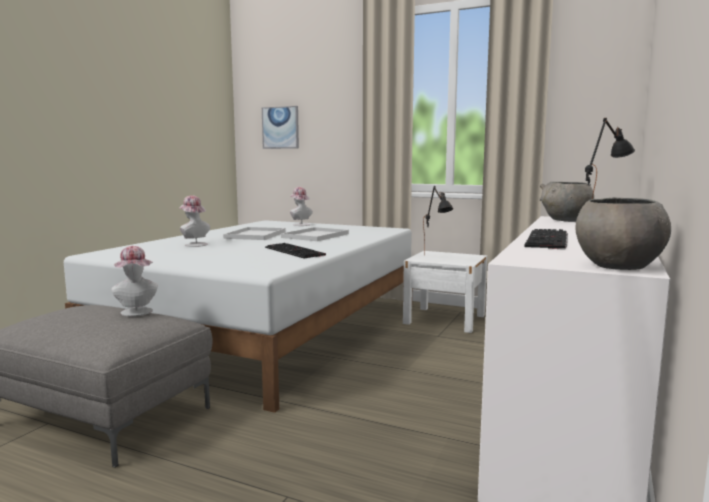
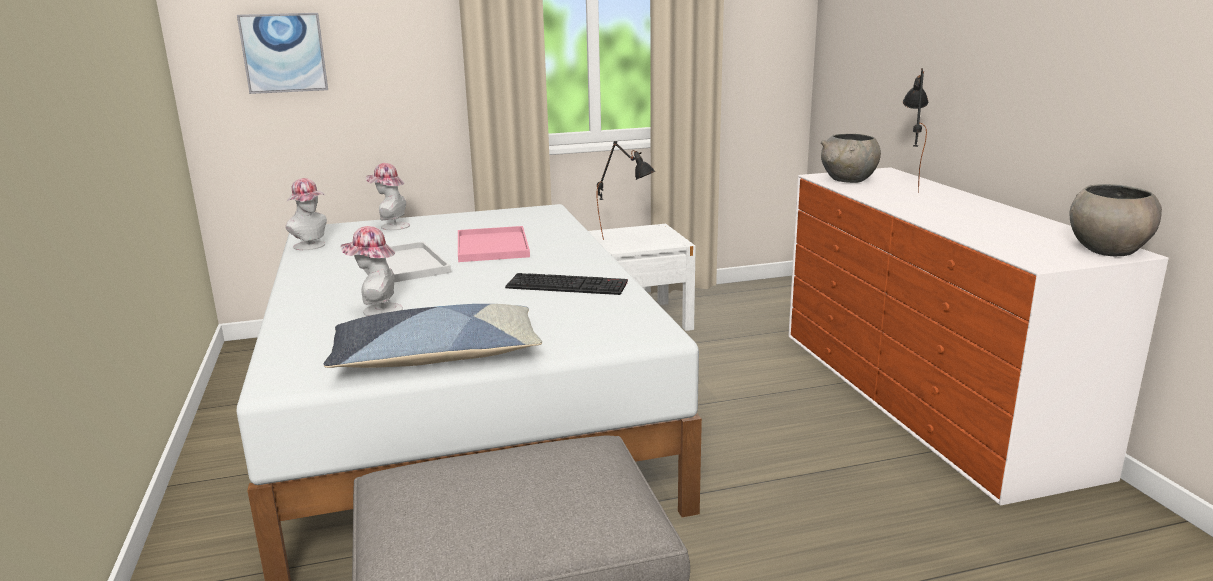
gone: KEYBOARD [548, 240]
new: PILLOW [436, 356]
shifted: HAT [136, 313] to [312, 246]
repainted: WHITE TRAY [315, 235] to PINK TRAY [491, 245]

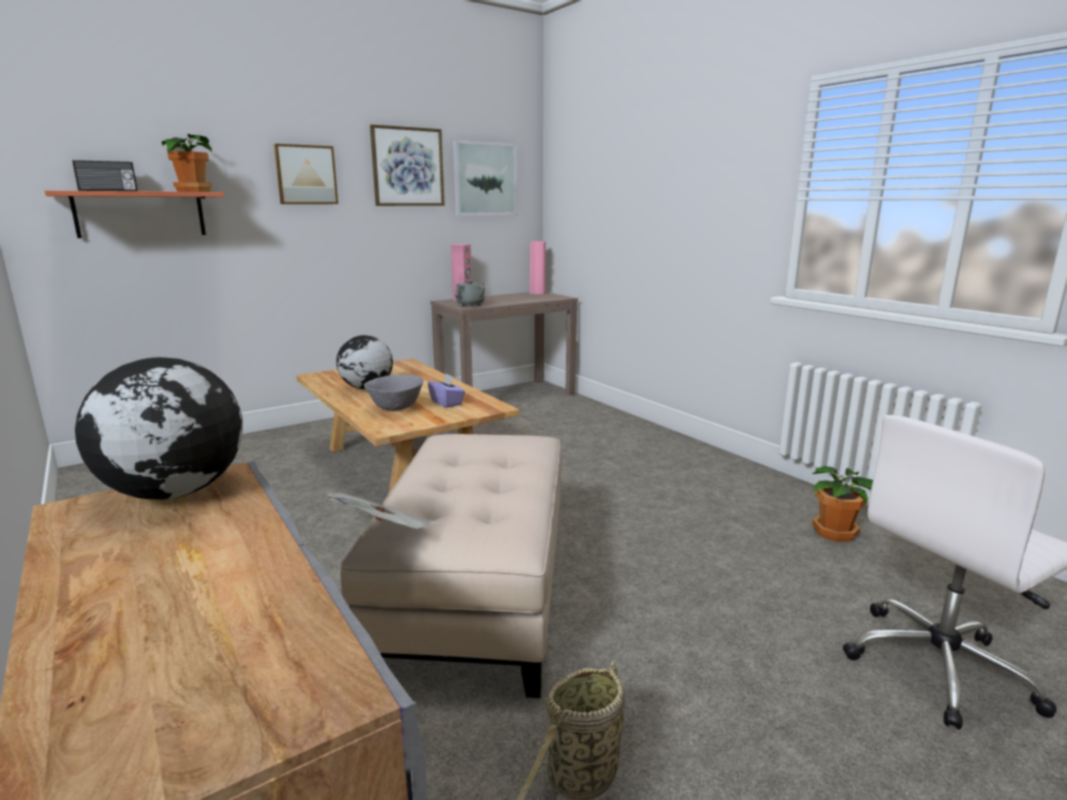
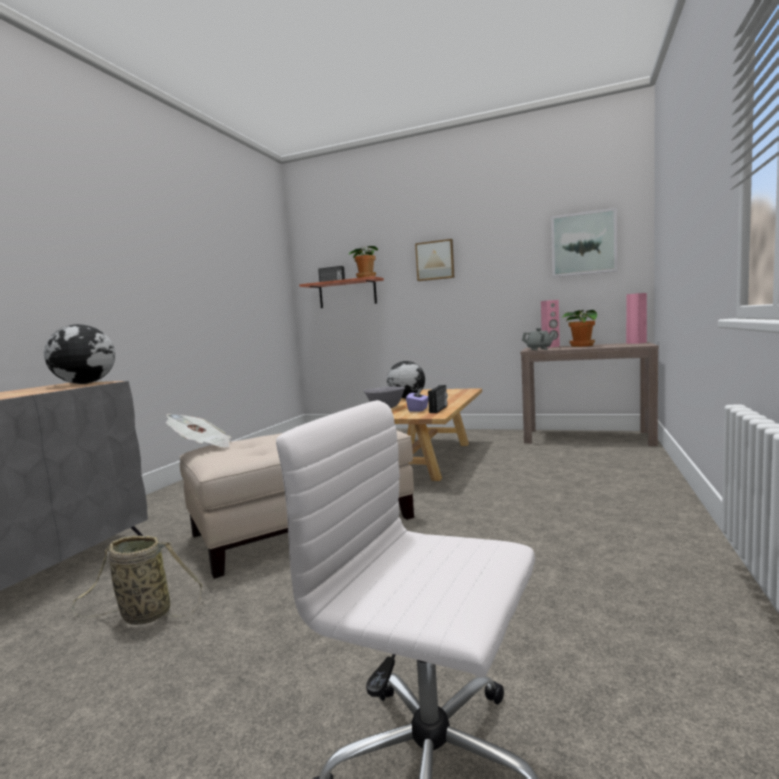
gone: PICTURE [408, 167]
new: RADIO [439, 409]
shifted: POTTED PLANT [836, 533] to [581, 346]

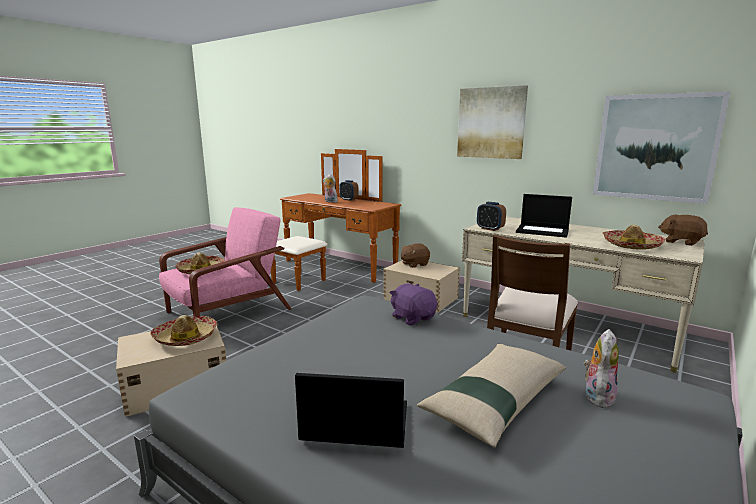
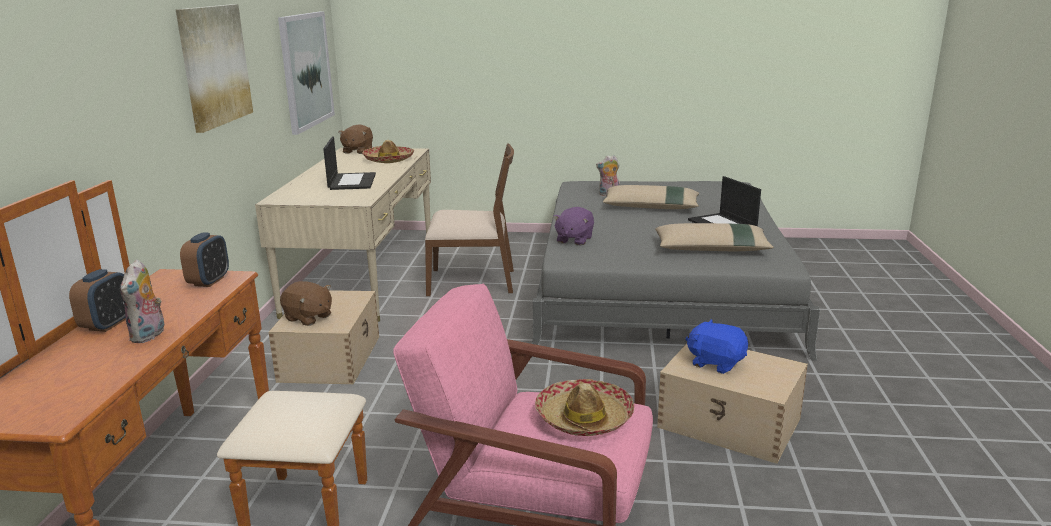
new: BEIGE PILLOW [712, 249]
shifted: ALARM CLOCK [490, 229] to [209, 281]
swapped: HAT [186, 337] to BLUE PLUSH TOY [716, 363]

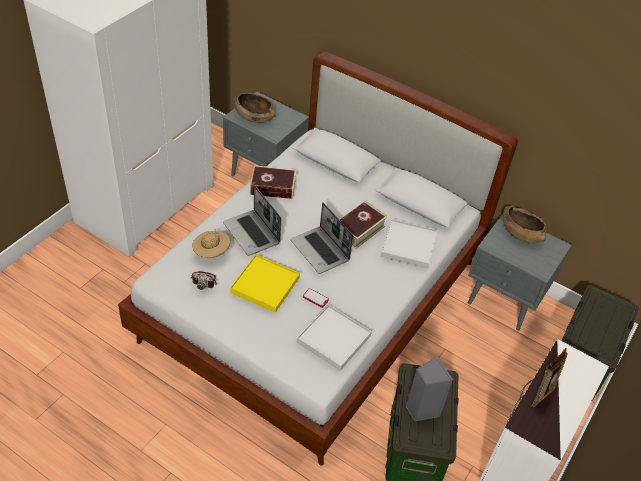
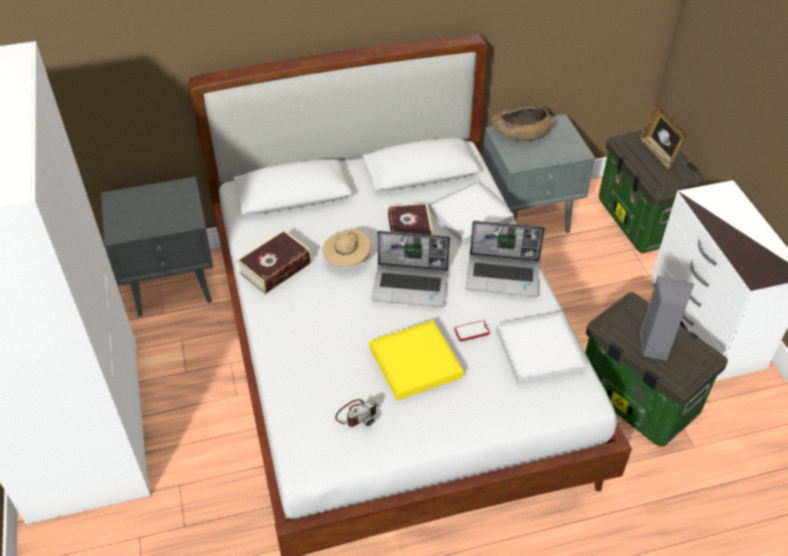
gone: BROWN BOWL [254, 116]
shifted: LAPTOP [252, 234] to [504, 276]; BEIGE HAT [211, 253] to [347, 261]; PICTURE FRAME [544, 389] to [658, 153]

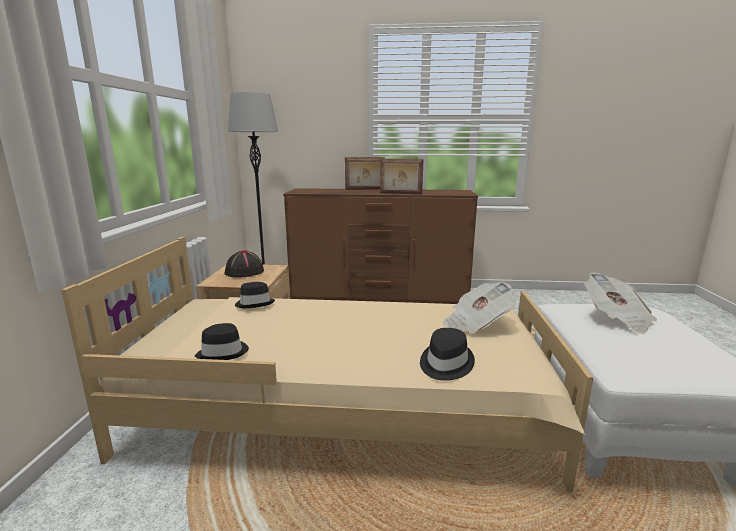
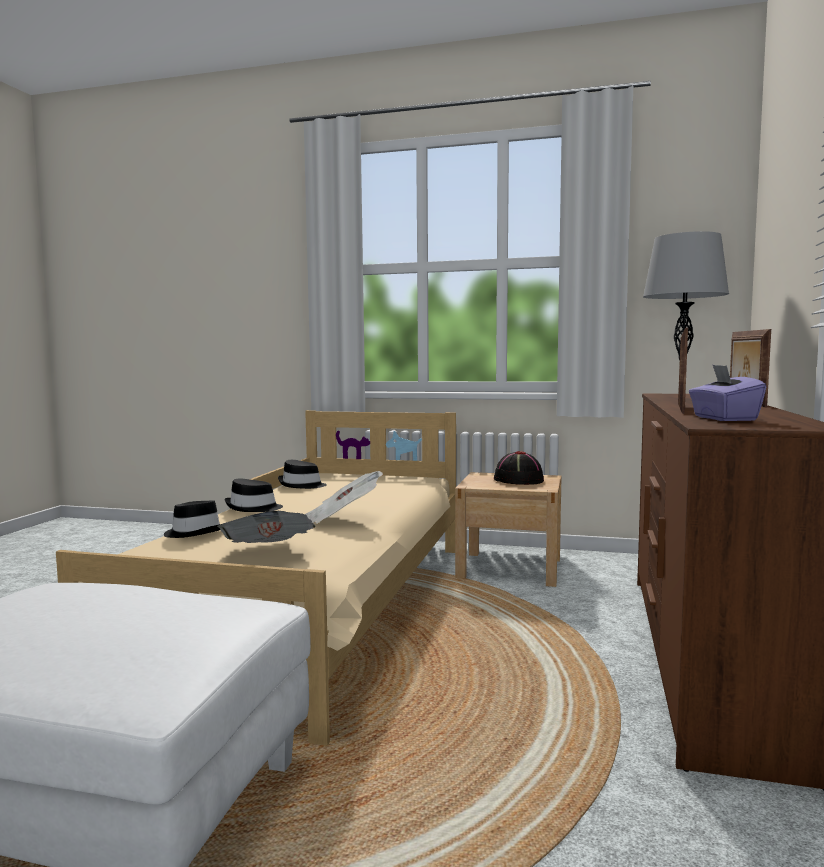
new: PURPLE TISSUE BOX [723, 418]
shifted: NEWSPAPER [617, 319] to [341, 519]; BLACK HAT [255, 303] to [253, 508]

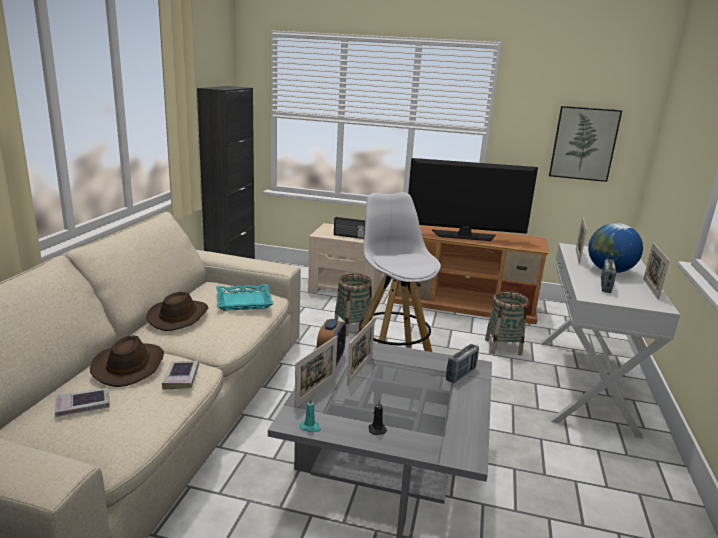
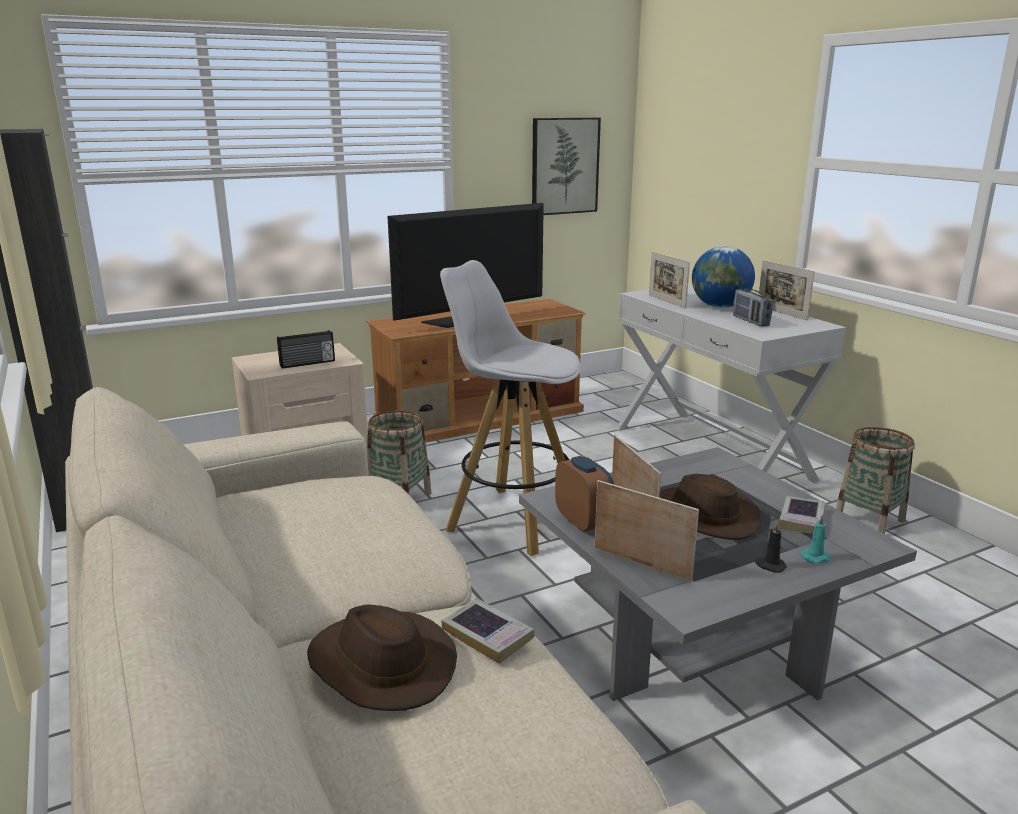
gone: TURQUOISE TRAY [244, 301]; RADIO [461, 374]
shifted: BASKET [503, 347] to [869, 520]; BROWN HAT [179, 316] to [703, 516]; BOOK [83, 406] to [802, 520]; TURQUOISE CANDLE [310, 427] to [816, 558]
rotated: PICTURE FRAME [316, 392] = [641, 563] 45 degrees counterclockwise

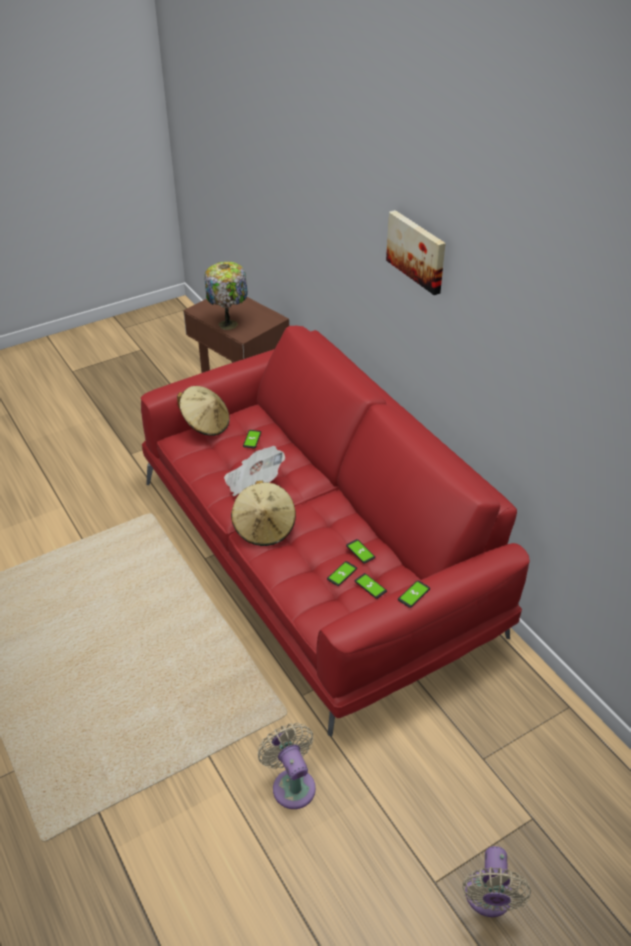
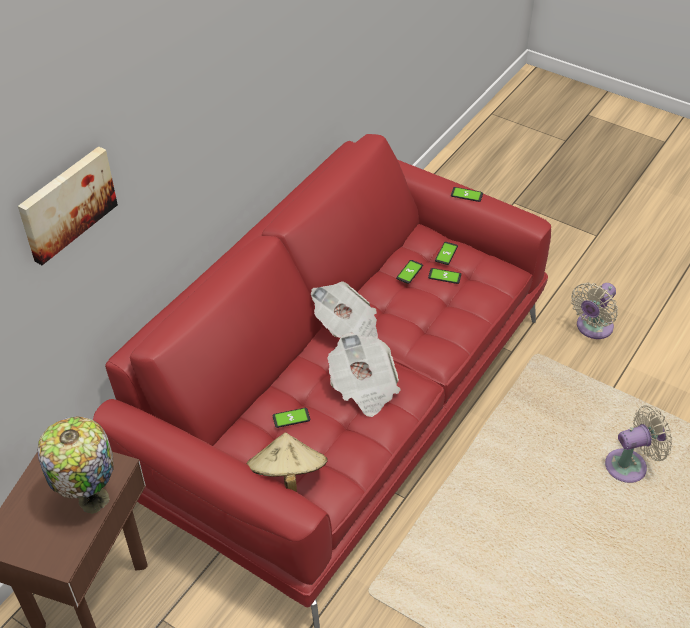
gone: BEIGE HAT [264, 528]
new: NEWSPAPER [346, 326]
shifted: PICTURE [417, 251] to [66, 203]; BEIGE FAN [488, 899] to [630, 465]

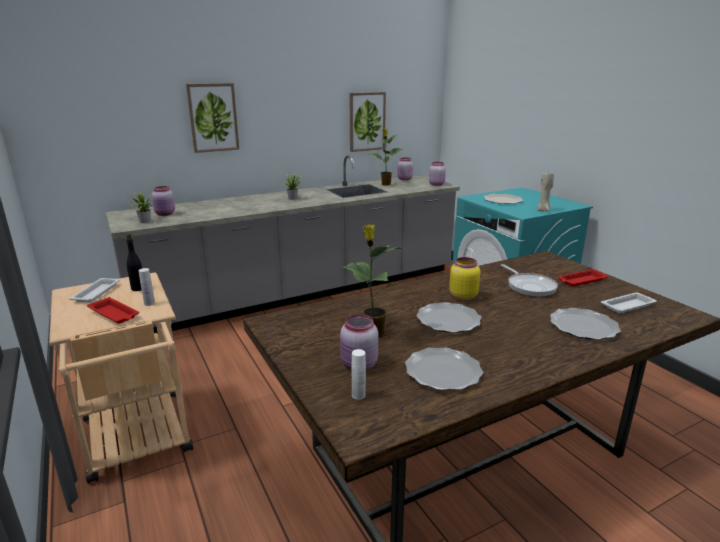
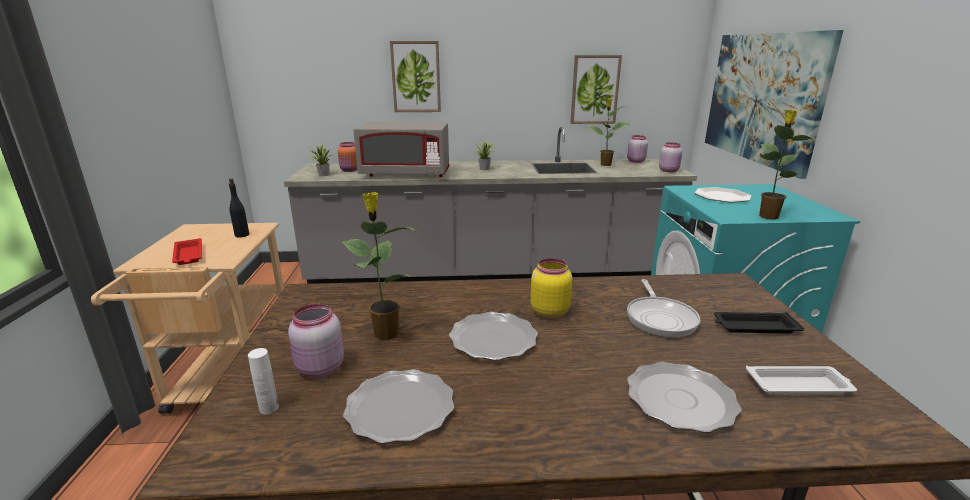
gone: WHITE BOTTLE [149, 303]; WHITE TRAY [97, 292]
new: PICTURE [762, 98]; GREY MICROWAVE [406, 174]
swapped: BEIGE CANDLE [543, 210] to POTTED PLANT [768, 216]
repainted: PINK JAR [165, 214] to ORANGE JAR [350, 170]; RED TRAY [581, 281] to BLACK TRAY [754, 327]

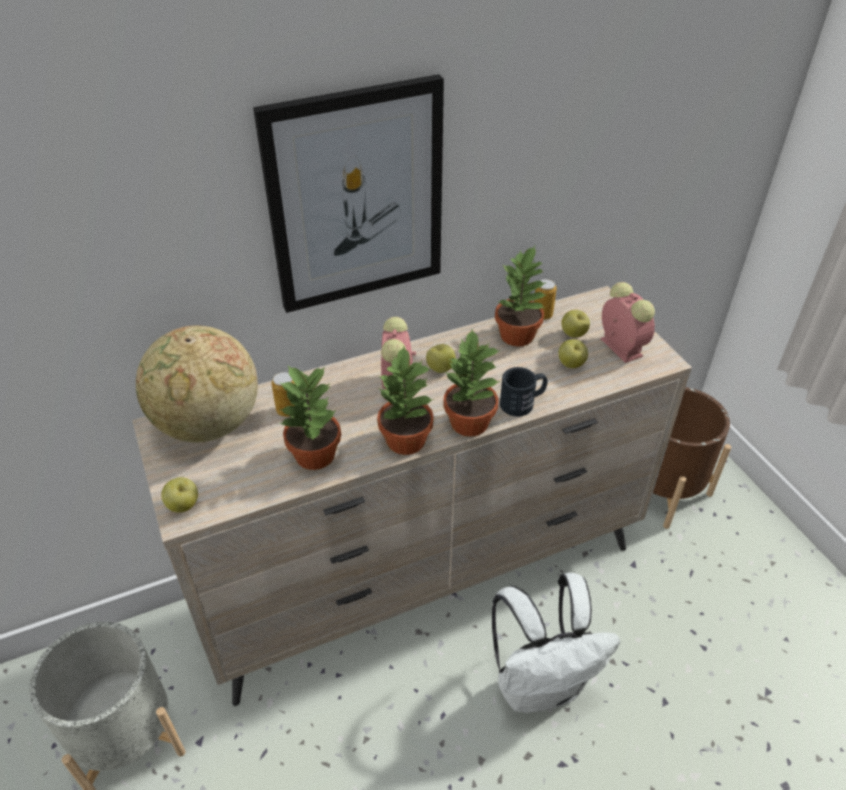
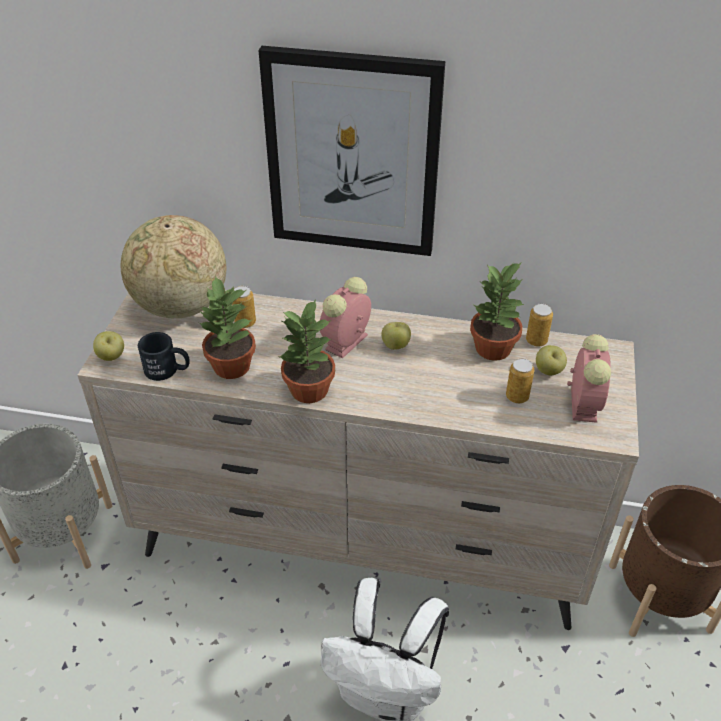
gone: POTTED PLANT [469, 423]
shifted: BLACK MUG [523, 402] to [168, 370]
swapped: APPLE [571, 364] to CAN [517, 396]

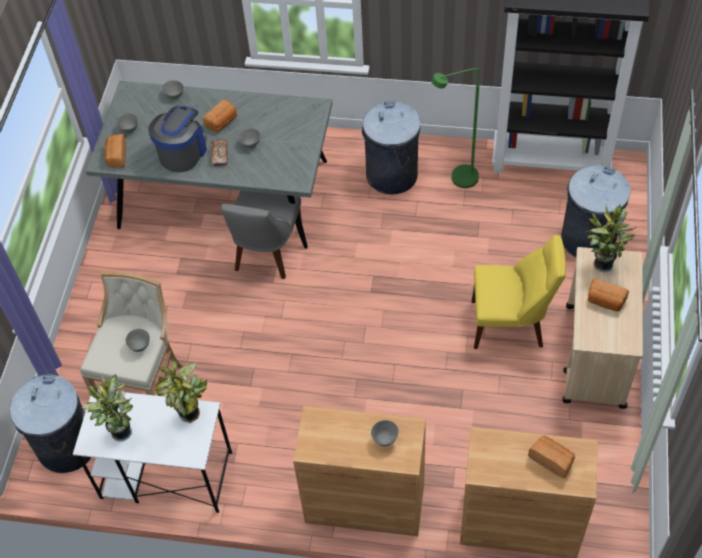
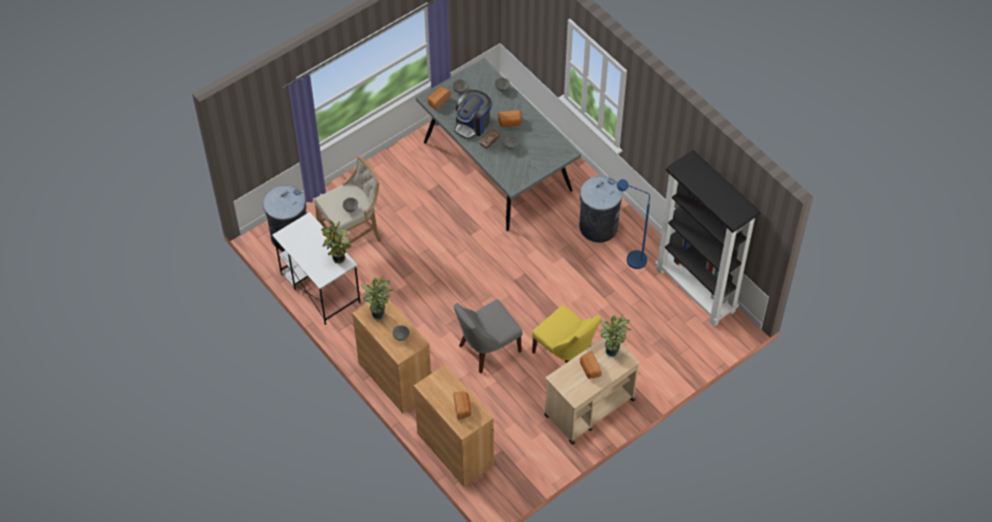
gone: GREY TRASH CAN [587, 239]
shifted: GREY CHAIR [267, 252] to [487, 349]; POTTED PLANT [121, 430] to [378, 313]
repainted: GREEN FLOOR LAMP [457, 179] to BLUE FLOOR LAMP [631, 258]
rotated: COFFEE MACHINE [183, 152] = [472, 124] 150 degrees clockwise

